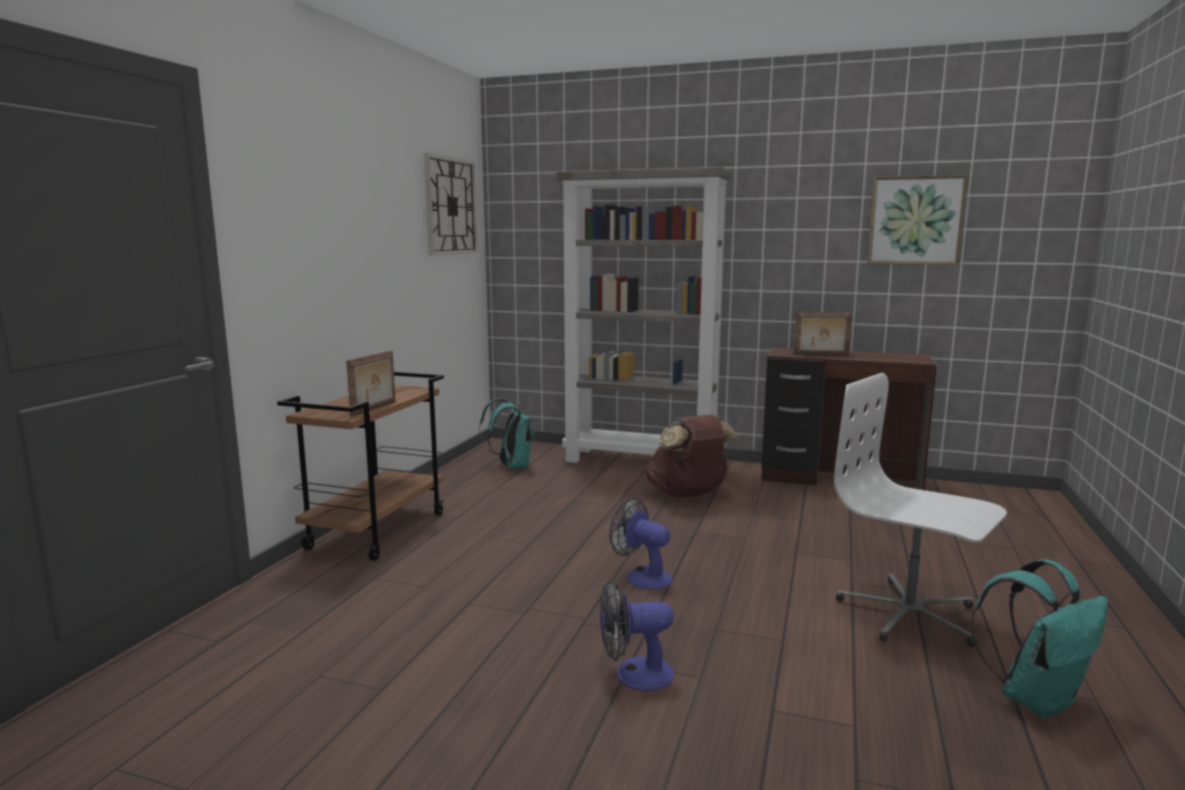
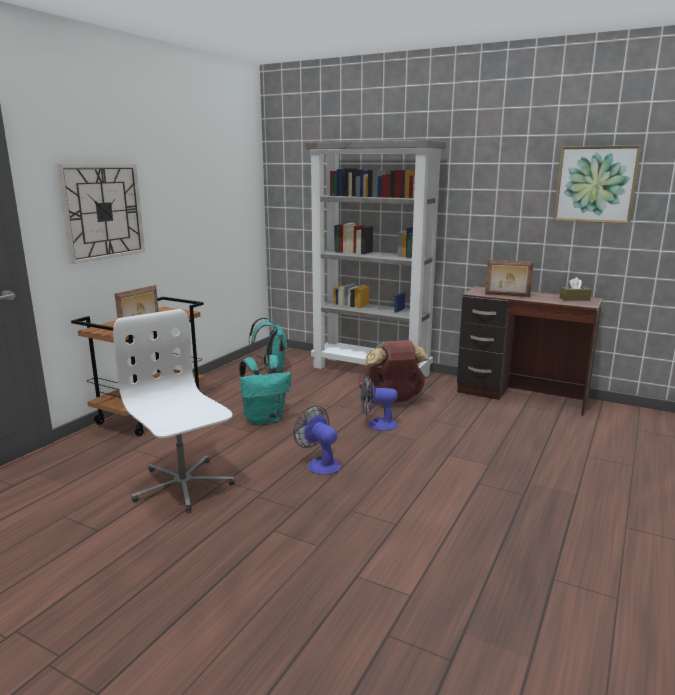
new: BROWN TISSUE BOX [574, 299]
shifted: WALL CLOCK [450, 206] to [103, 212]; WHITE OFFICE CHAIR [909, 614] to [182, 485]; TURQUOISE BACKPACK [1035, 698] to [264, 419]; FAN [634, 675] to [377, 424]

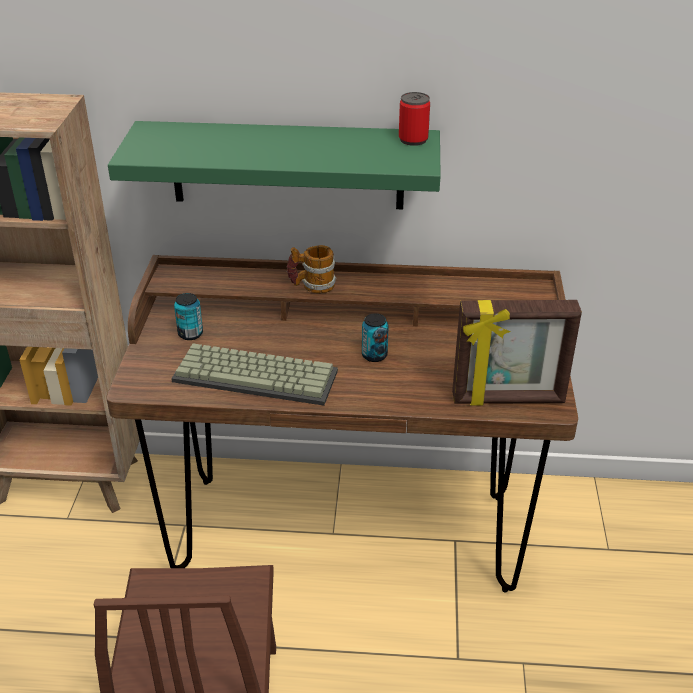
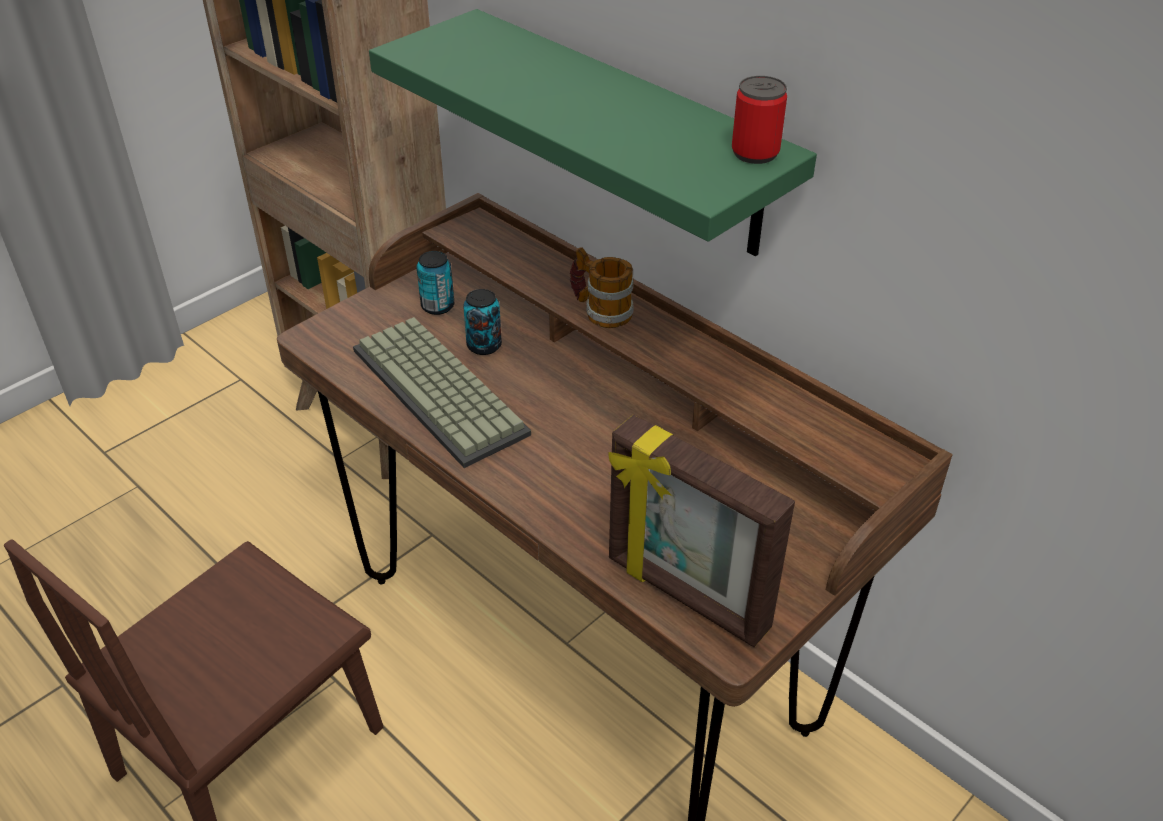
shifted: CAN [374, 355] to [484, 346]

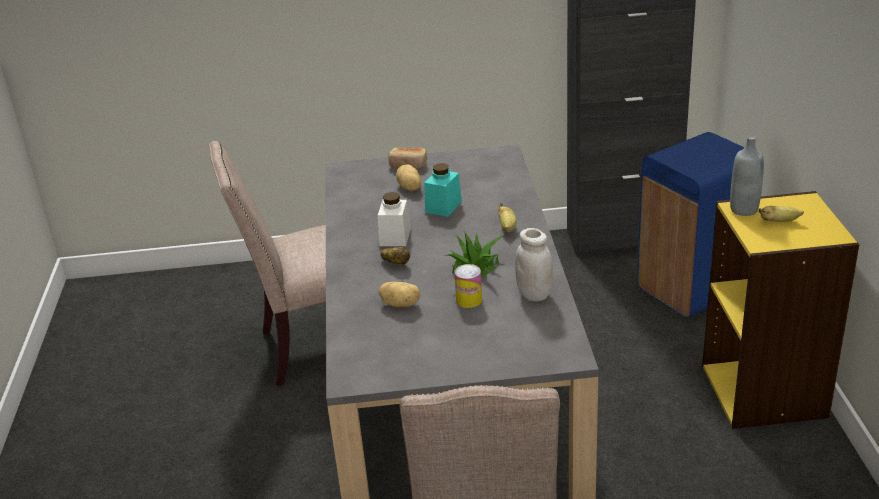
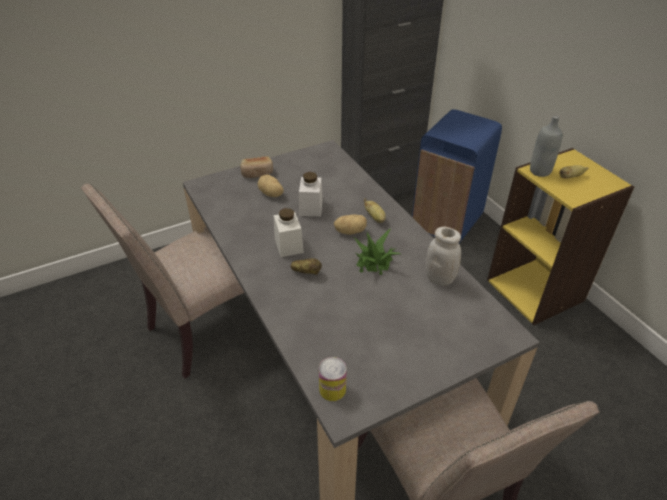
shifted: CAN [469, 300] to [332, 389]; POTATO [401, 304] to [350, 231]
repainted: TURQUOISE JAR [443, 207] to WHITE JAR [311, 207]

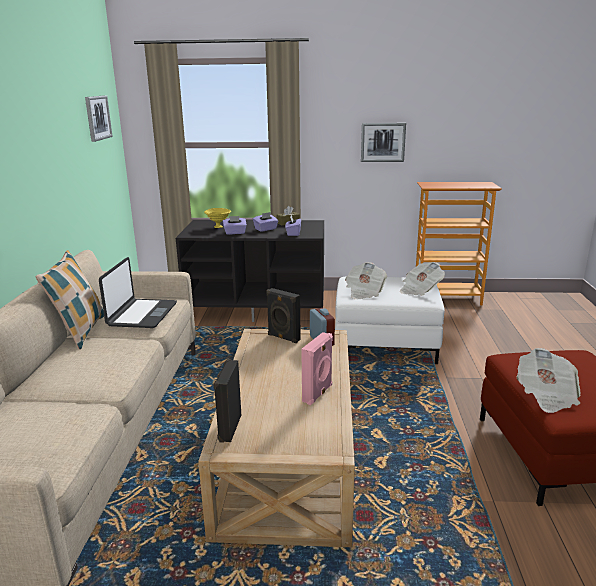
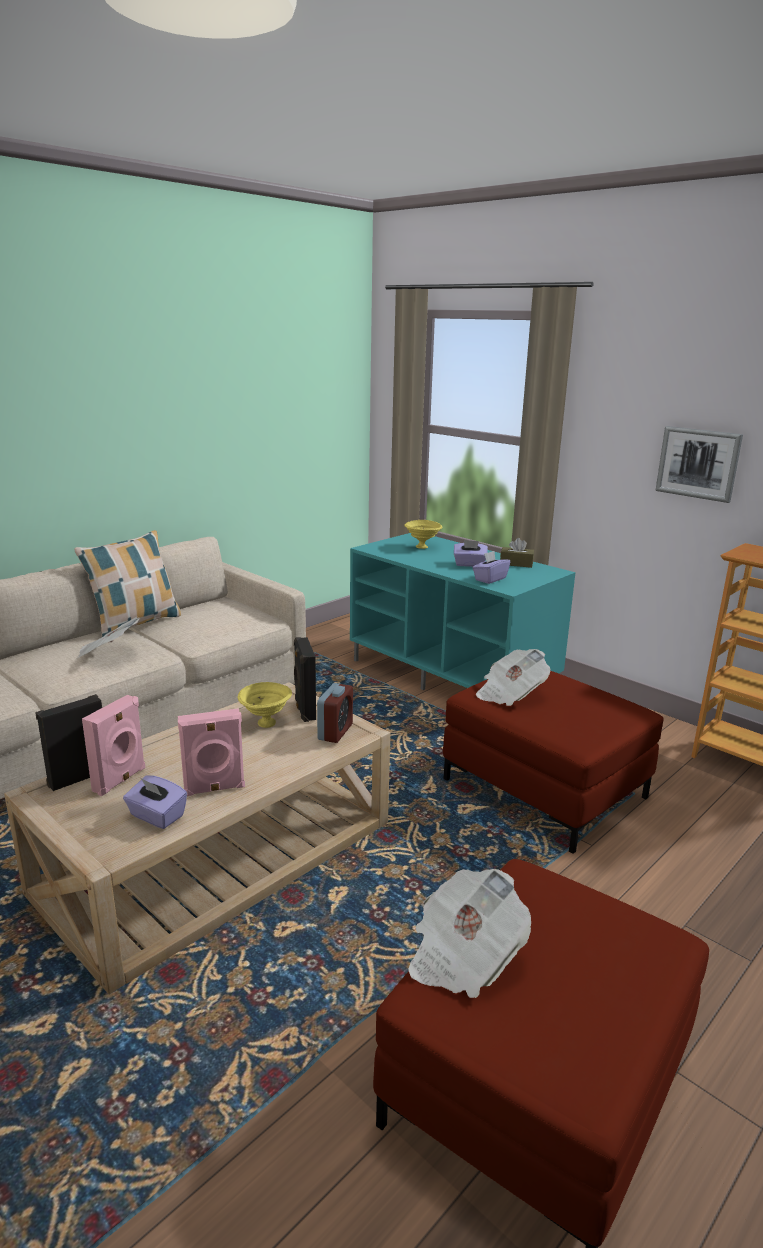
gone: PICTURE [97, 118]; LAPTOP [141, 314]
new: YELLOW BOWL [266, 724]; PINK SPEAKER [121, 780]
shifted: PURPLE TISSUE BOX [235, 233] to [156, 816]; NEWSPAPER [420, 290] to [108, 654]
repainted: BLACK TV STAND [258, 308] to TURQUOISE TV STAND [453, 675]; WHITE OTTOMAN [386, 343] to RED OTTOMAN [545, 789]

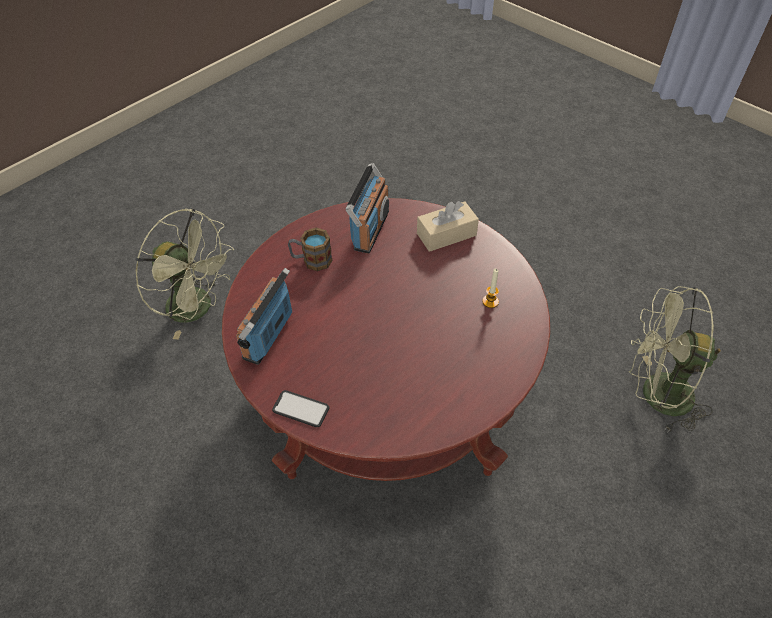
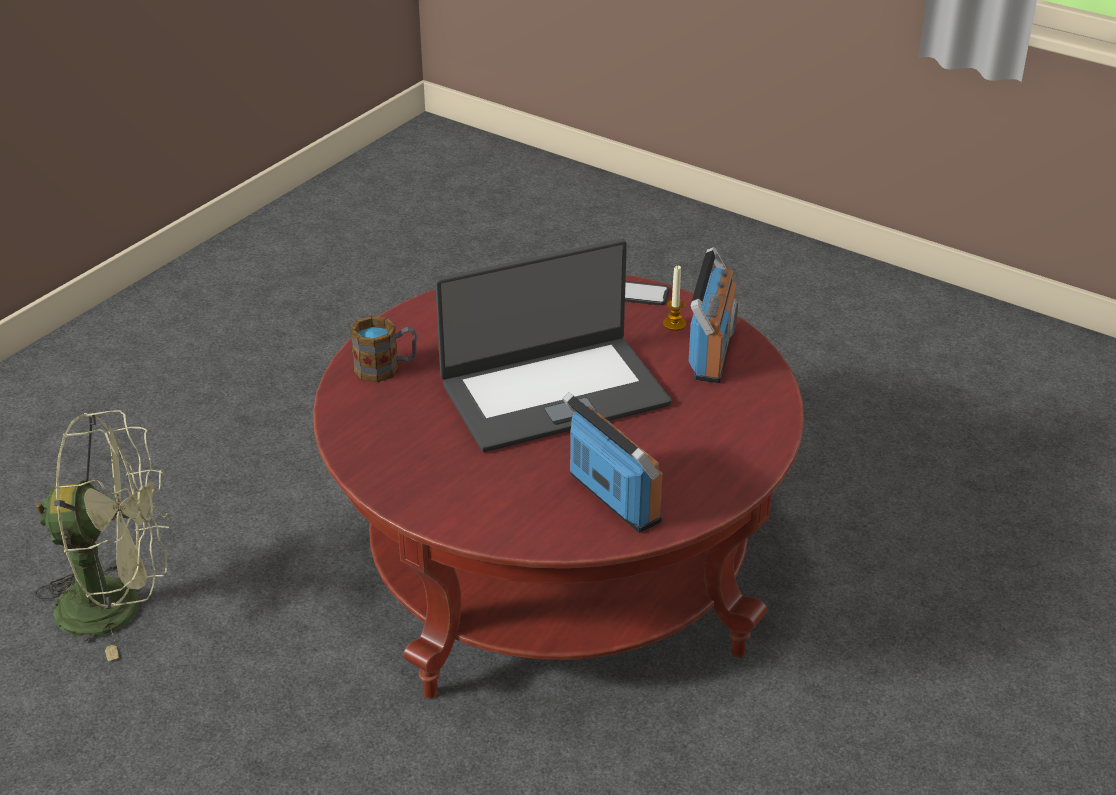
gone: BEIGE TISSUE BOX [446, 234]; GREEN FAN [198, 308]
new: LAPTOP [553, 392]
shifted: MUG [311, 260] to [386, 368]; CANDLE [490, 301] to [674, 324]
rotated: RADIO [370, 230] = [613, 498] 135 degrees clockwise

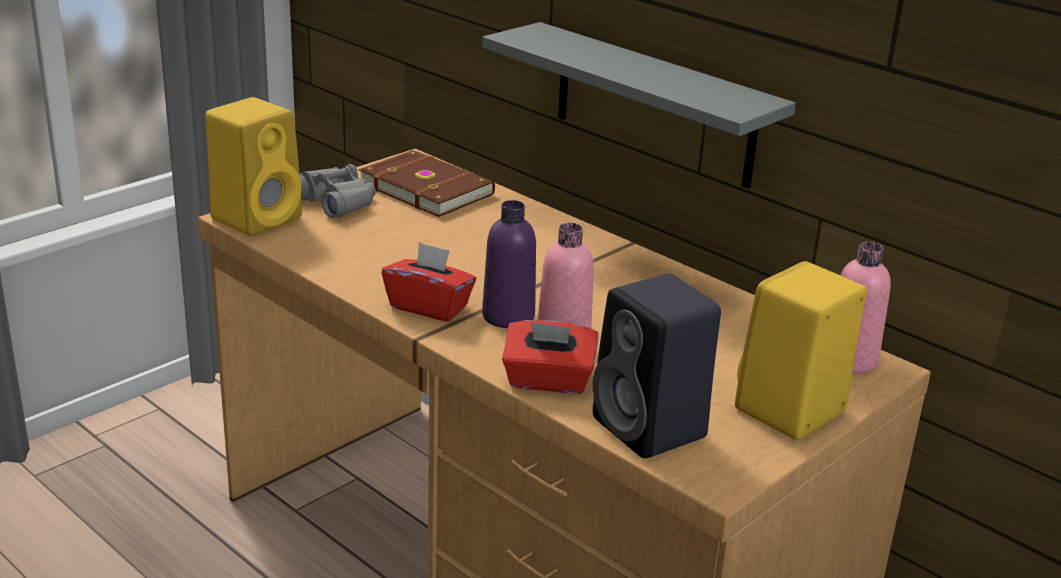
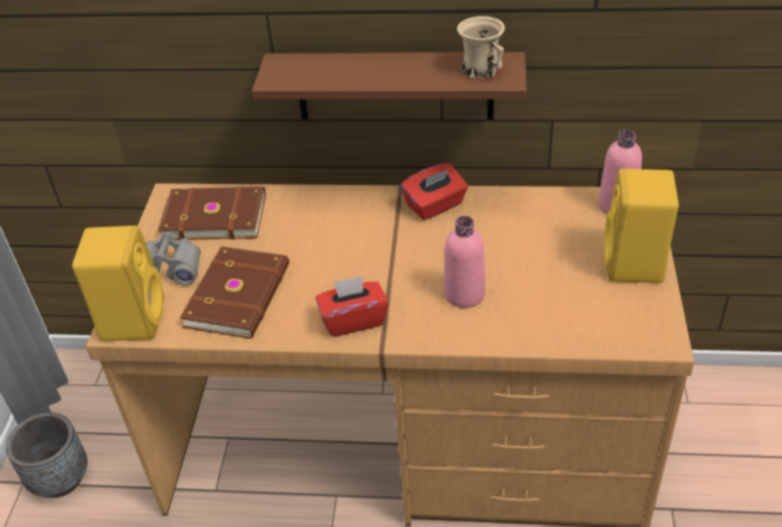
gone: PURPLE BOTTLE [508, 316]; BLACK SPEAKER [652, 429]
new: BEIGE MUG [481, 69]; BROWN BOOK [240, 295]; GREY PLANTER [60, 478]
shifted: RED TISSUE BOX [548, 381] to [435, 206]
repainted: GREY SHELF [654, 105] to BROWN SHELF [395, 86]

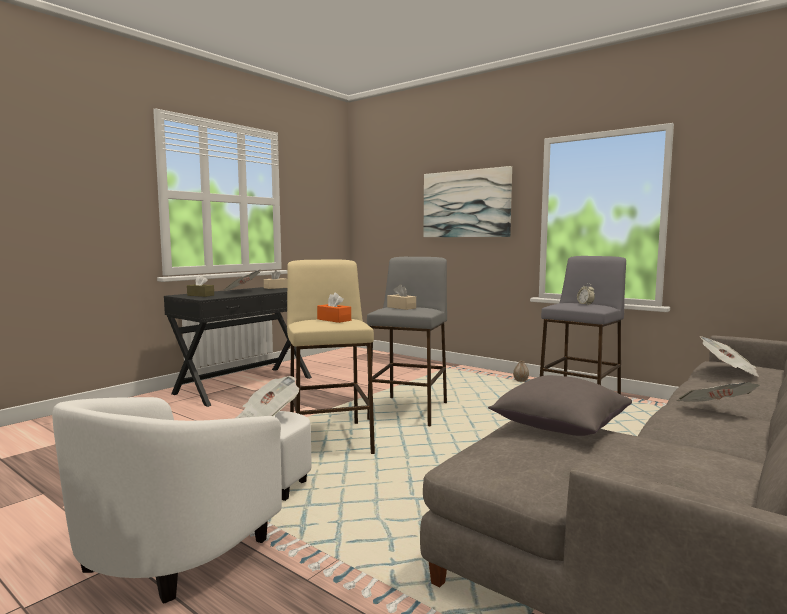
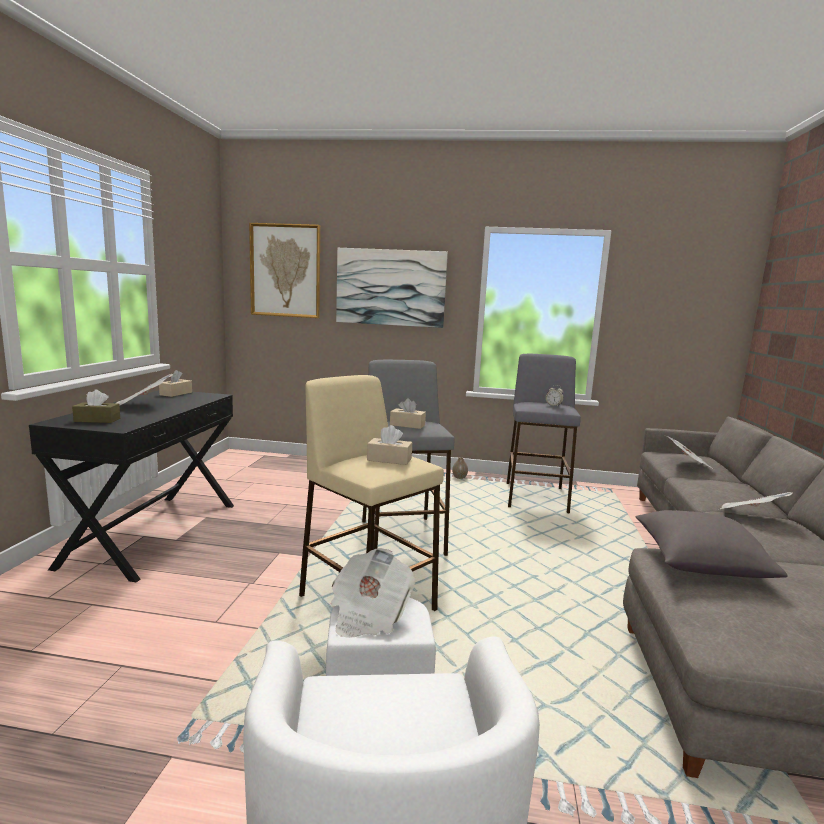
new: PICTURE [285, 271]
repainted: ORANGE TISSUE BOX [334, 320] to BEIGE TISSUE BOX [389, 459]

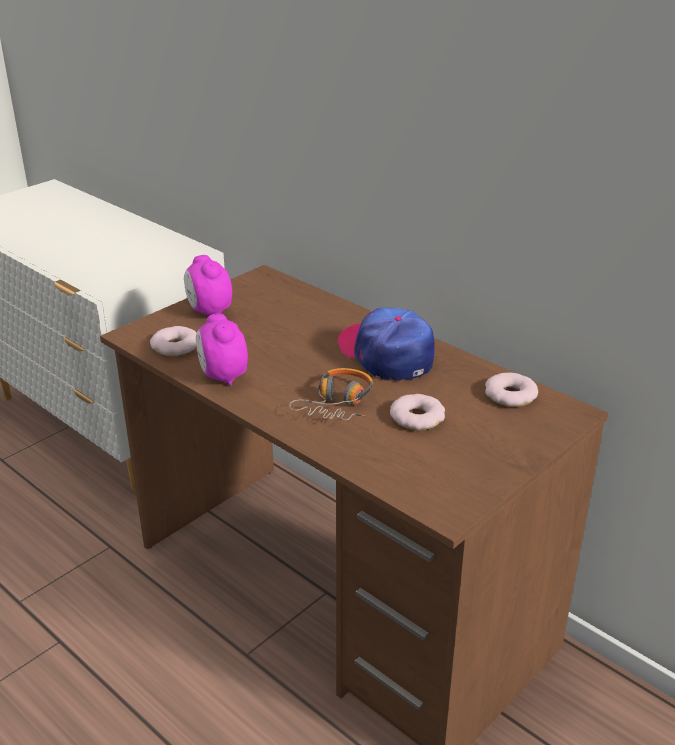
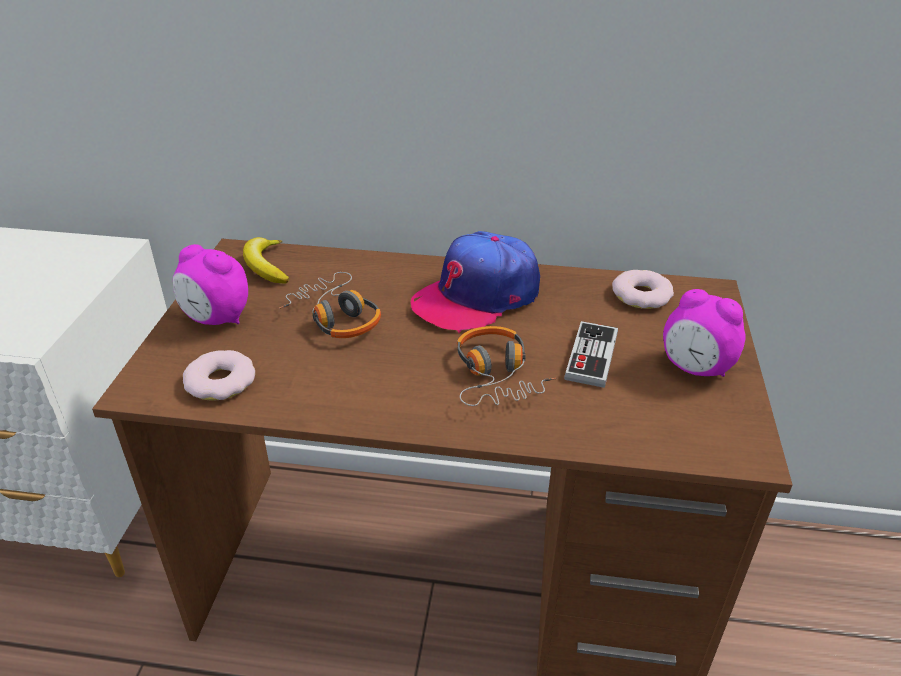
new: BANANA [267, 266]; HEADPHONES [336, 317]
shifted: ALARM CLOCK [223, 376] to [695, 368]
swapped: DONUT [417, 417] to GAME CONTROLLER [591, 356]
rotated: CAP [386, 353] = [477, 296] 60 degrees counterclockwise

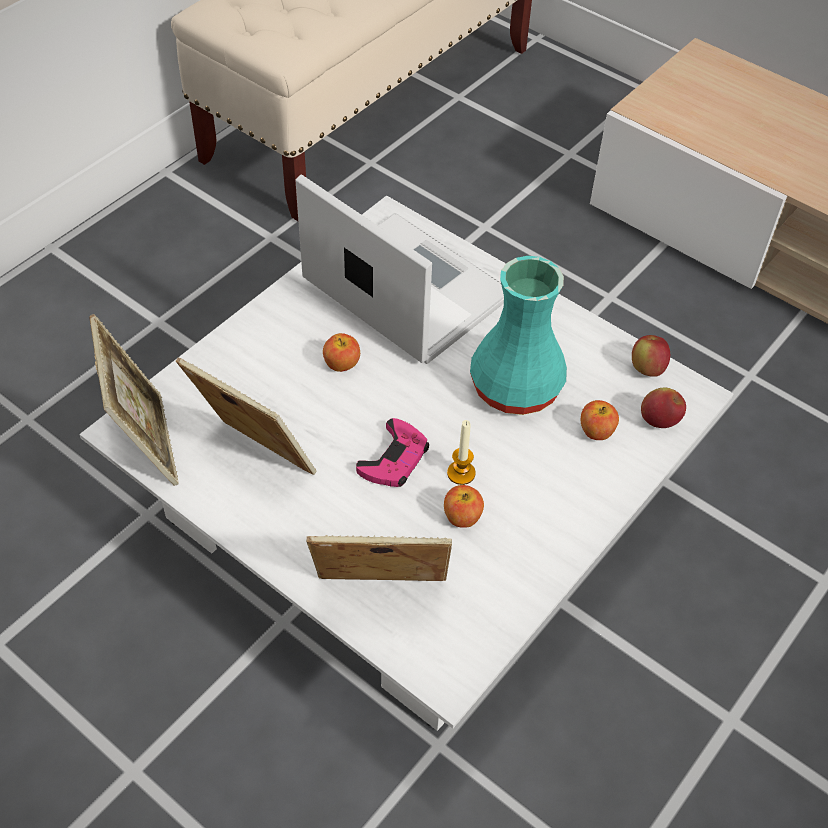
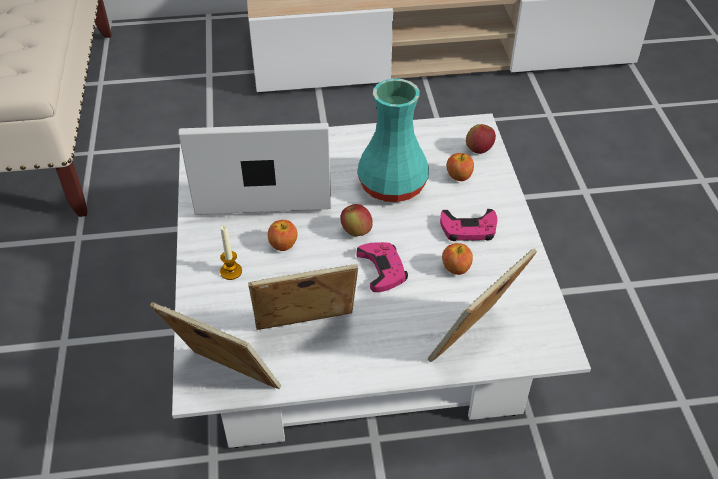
new: PINK GAME CONTROLLER [468, 229]
shifted: APPLE [647, 369] to [356, 231]; CANDLE [461, 473] to [231, 271]

